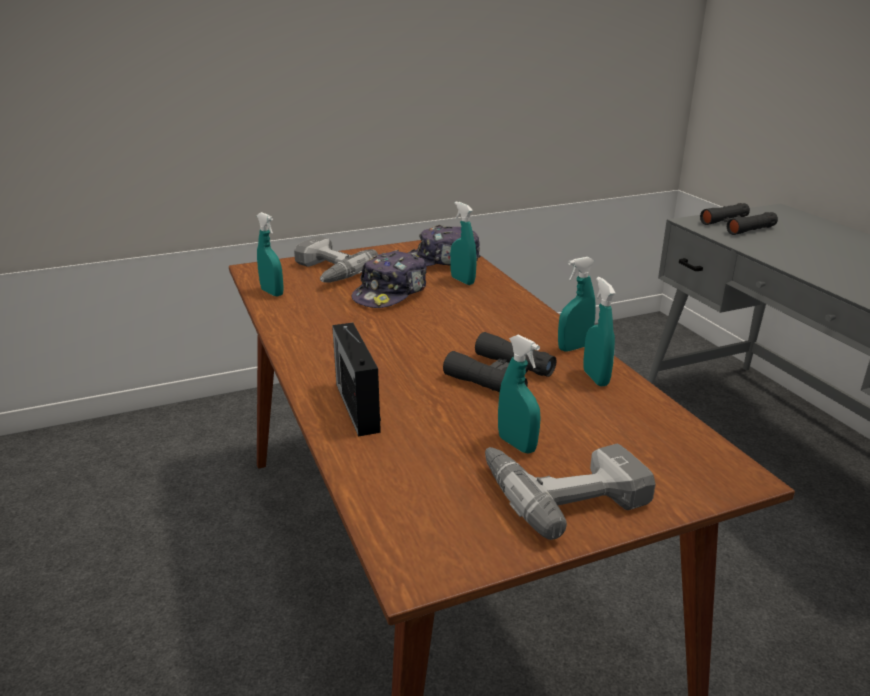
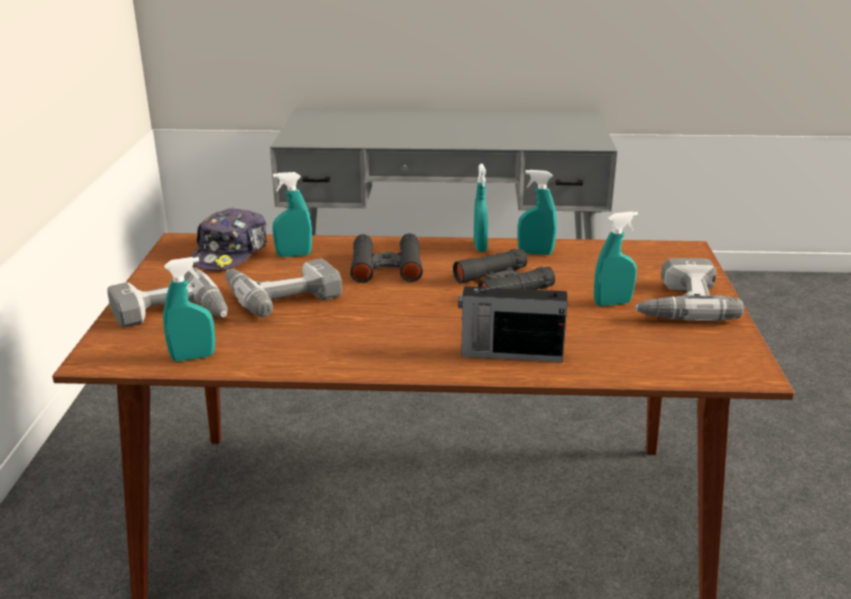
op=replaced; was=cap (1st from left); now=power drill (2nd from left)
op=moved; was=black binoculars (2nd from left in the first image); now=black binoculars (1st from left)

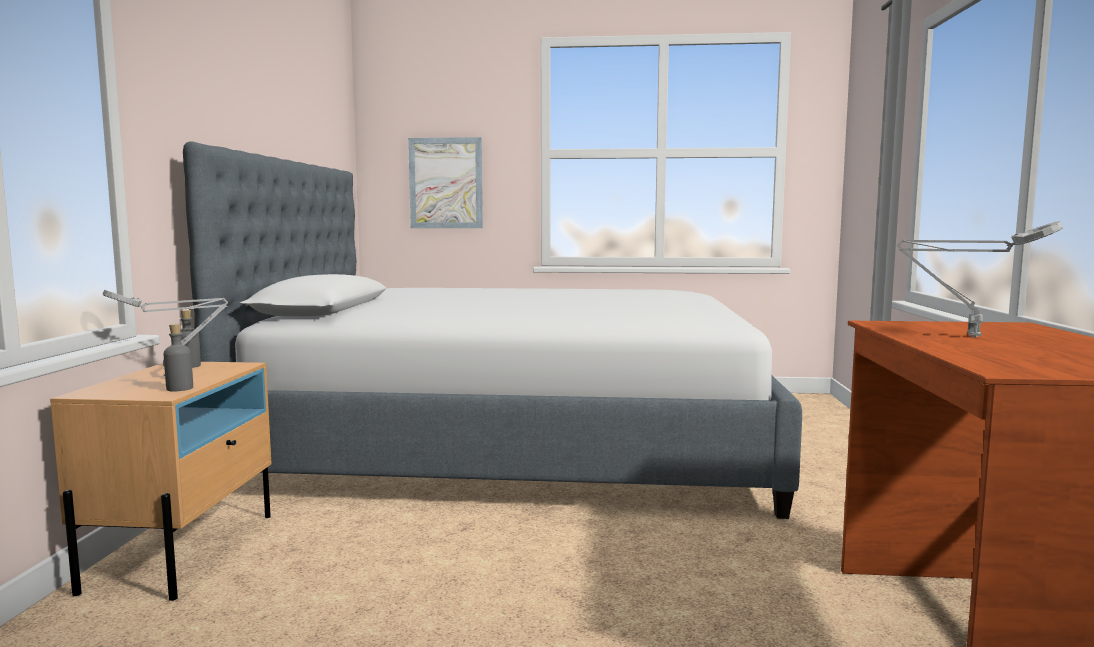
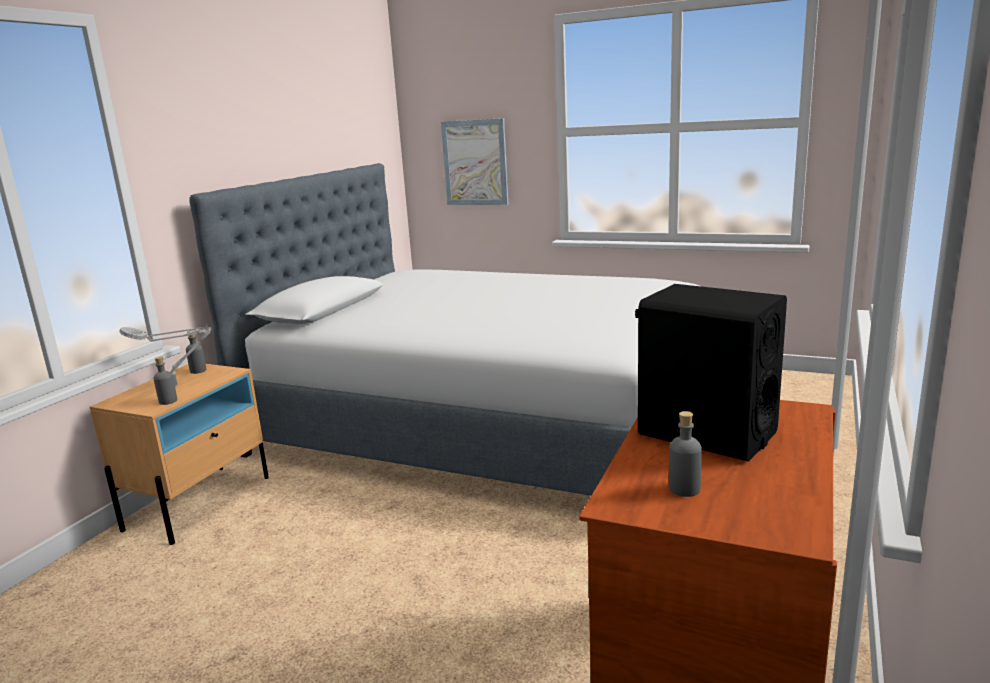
op=replaced; was=grey table lamp (2nd from left); now=black speaker
op=added; now=grey bottle (3rd from left)

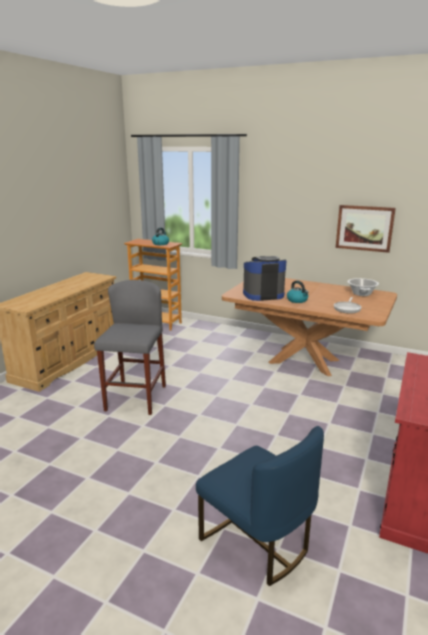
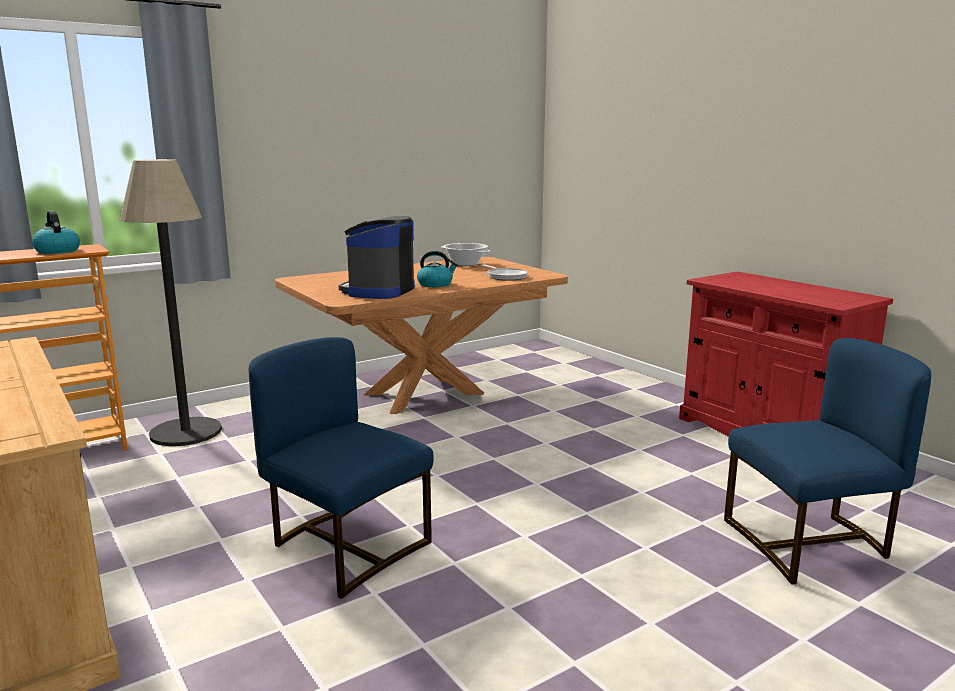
op=added; now=floor lamp
op=replaced; was=grey stool; now=blue chair (1st from left)
op=removed; was=picture

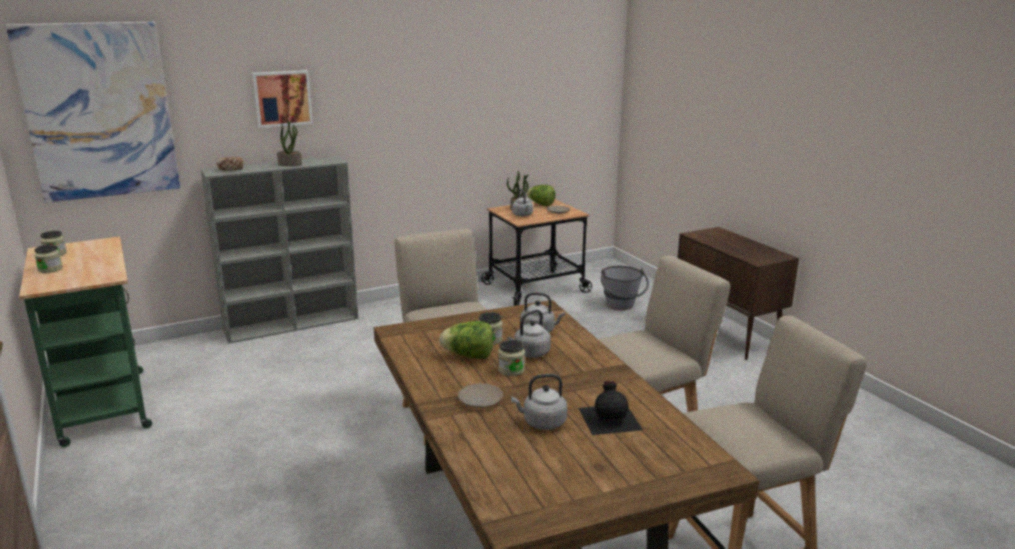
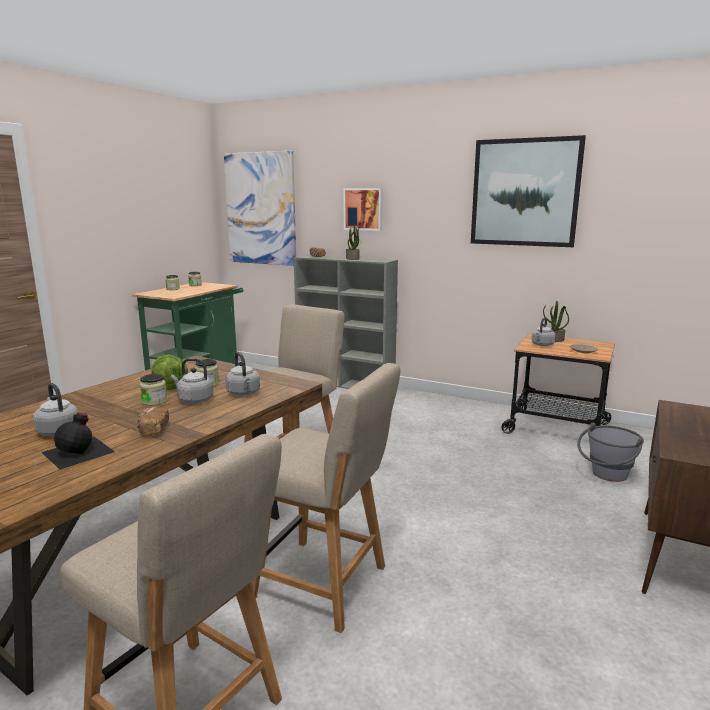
op=added; now=bread (1st from left)
op=added; now=picture (3rd from left)
op=removed; was=beige plate (1st from left)
op=removed; was=lettuce (2nd from left)

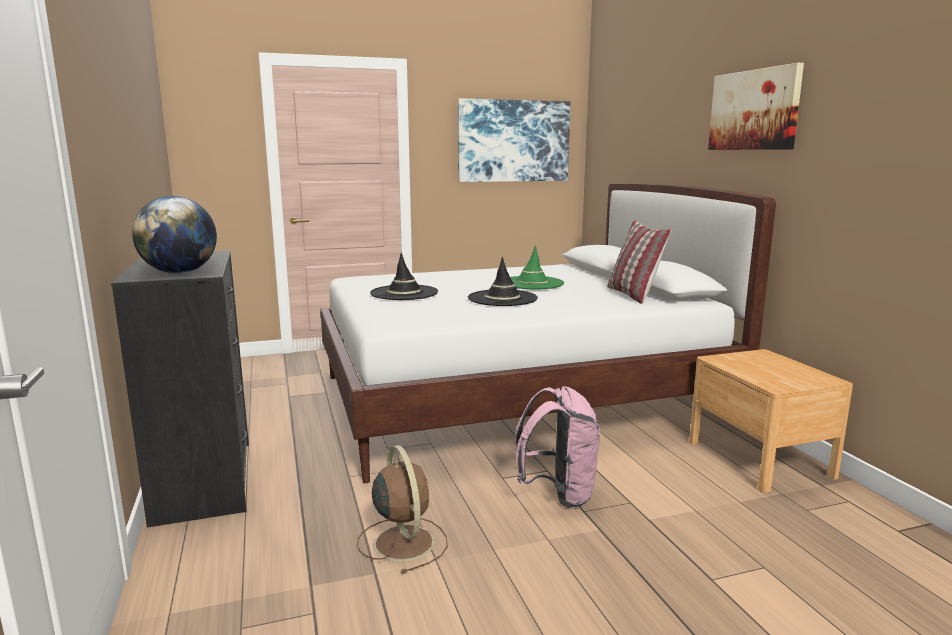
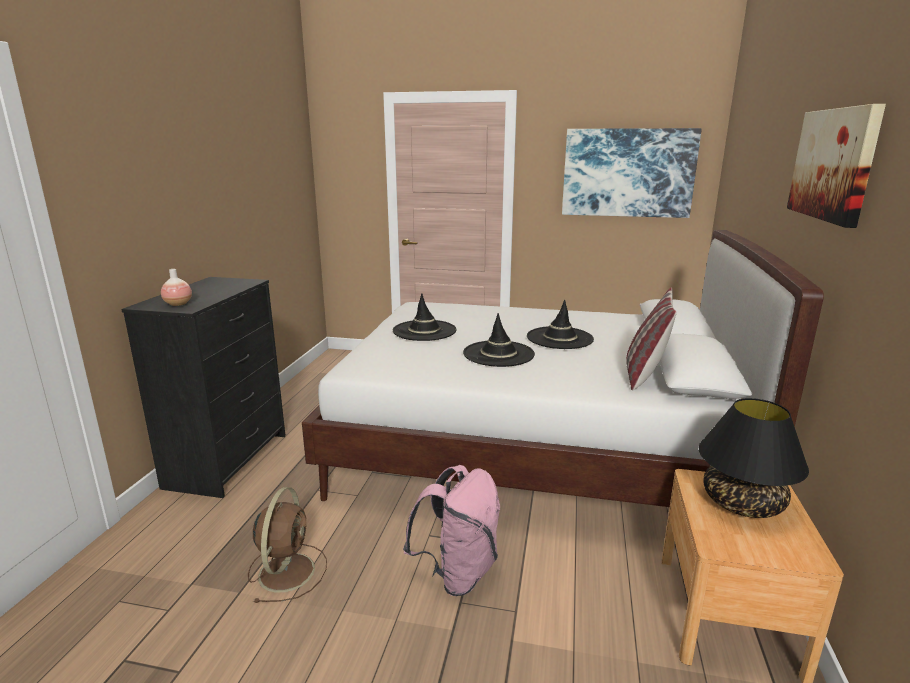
op=replaced; was=globe; now=vase
op=recoloured; was=green hat; now=black hat (3rd from left)
op=added; now=black table lamp

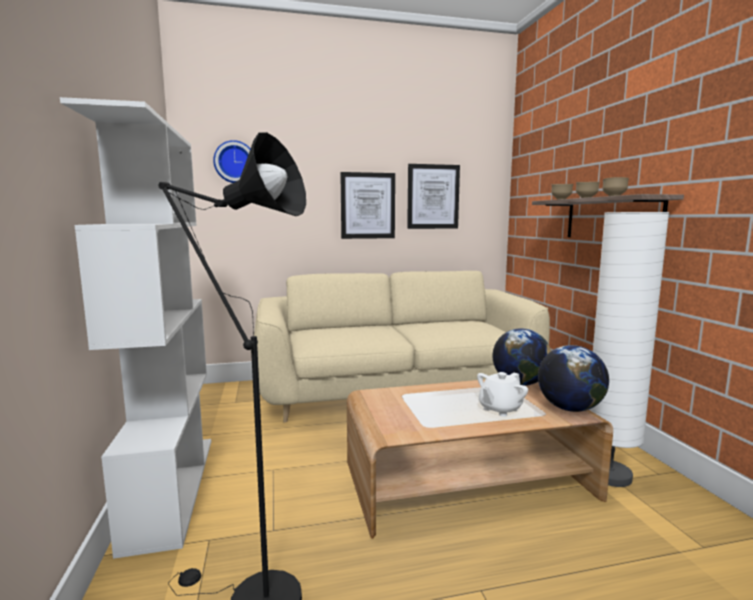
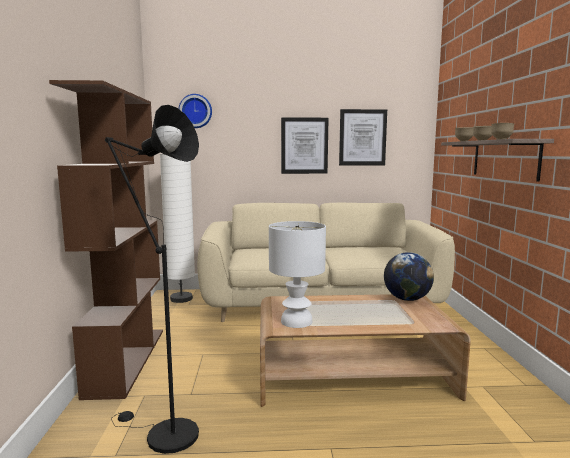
op=recoloured; was=white bookcase; now=brown bookcase
op=moved; was=white floor lamp
op=added; now=white table lamp
op=removed; was=white teapot
op=removed; was=globe (2nd from left)

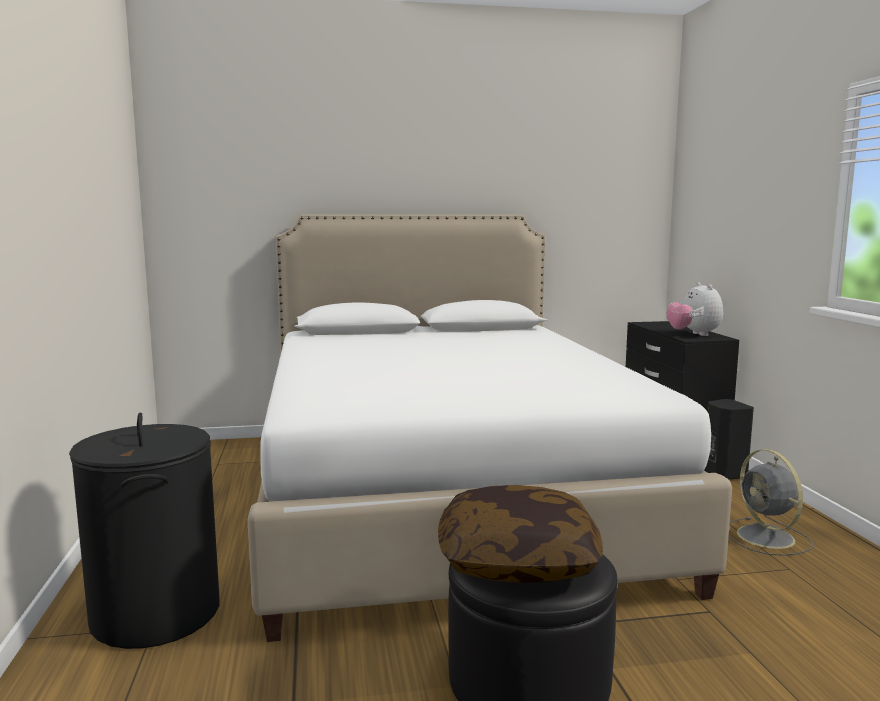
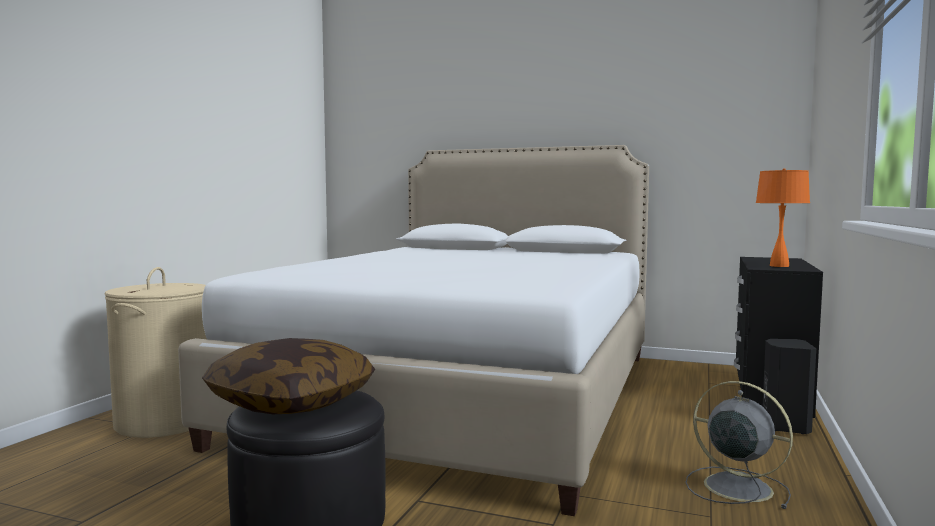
op=recoloured; was=black laundry basket; now=beige laundry basket
op=turned; was=grey fan; clockwise=120
op=replaced; was=plush toy; now=orange table lamp

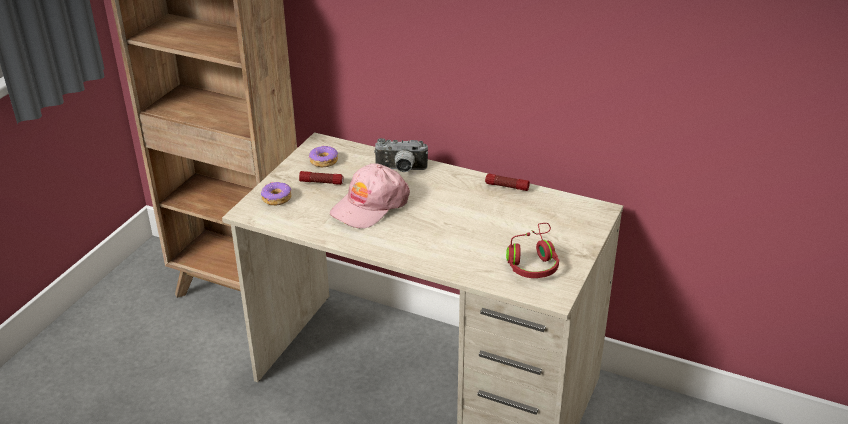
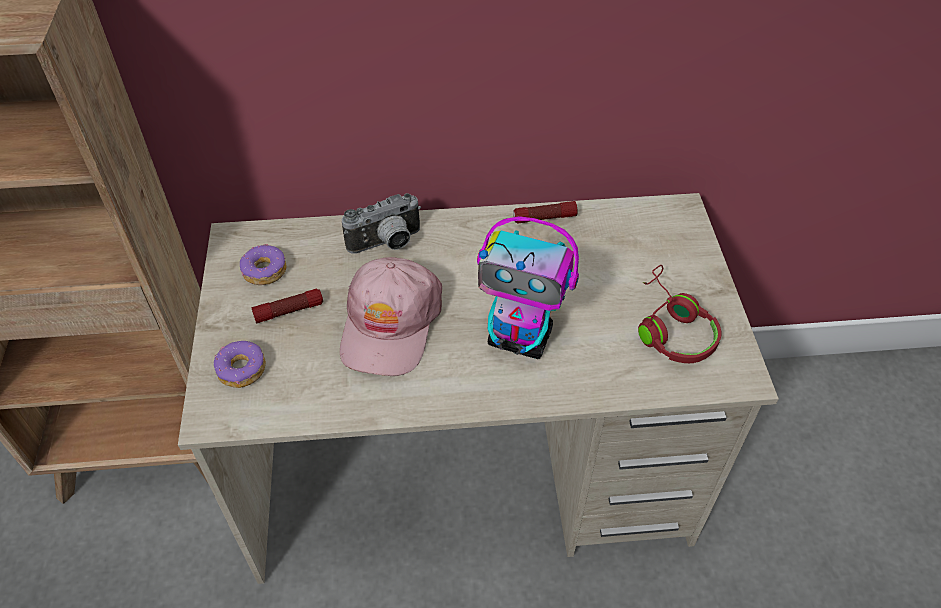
op=added; now=toy robot

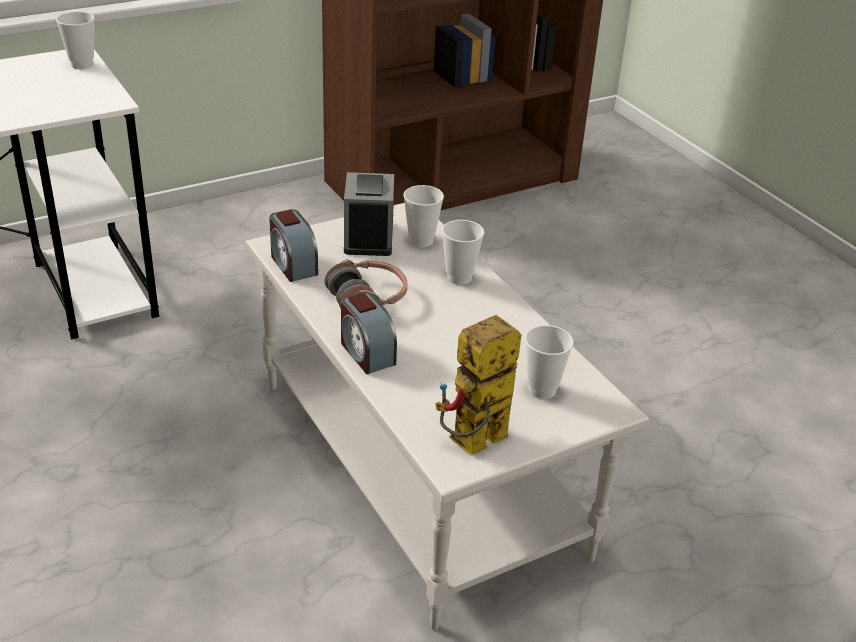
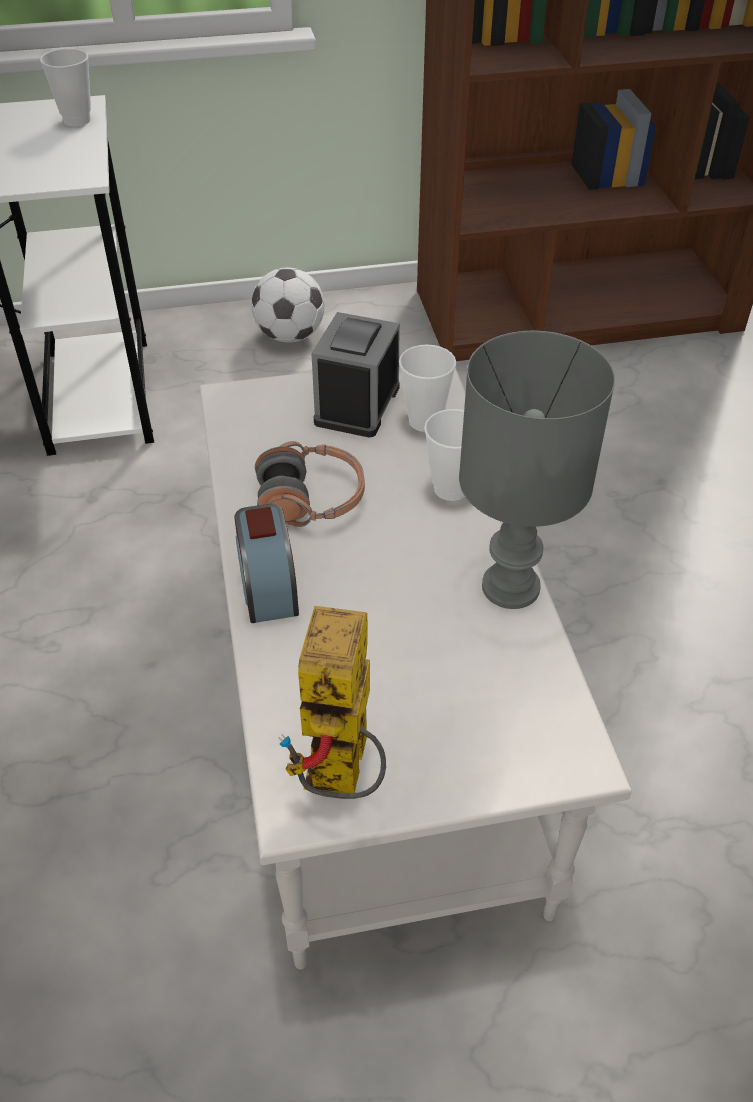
op=added; now=football
op=turned; was=toy robot; clockwise=-60
op=added; now=grey table lamp
op=removed; was=alarm clock (1st from left)
op=removed; was=cup (4th from left)

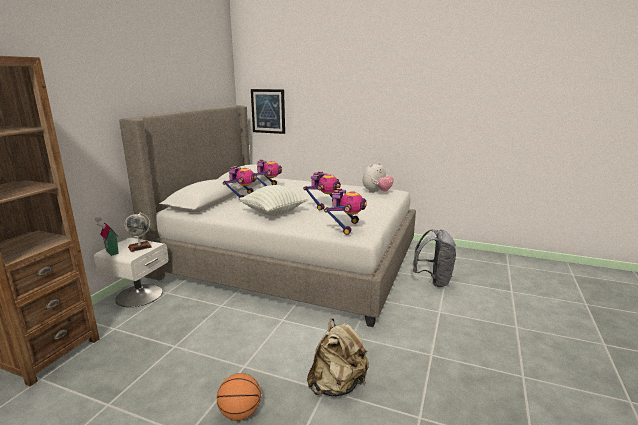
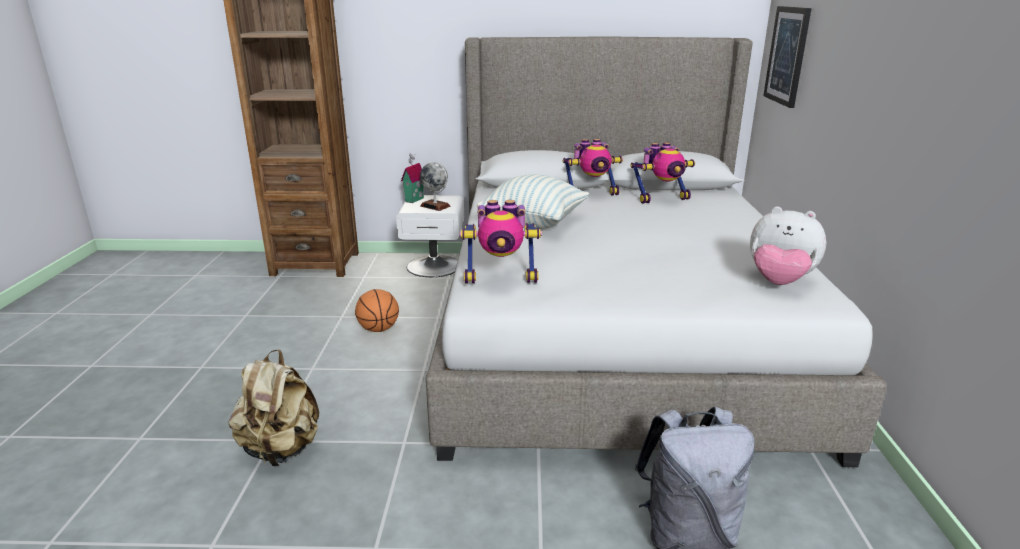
op=moved; was=basketball
op=removed; was=toy robot (3rd from left)

